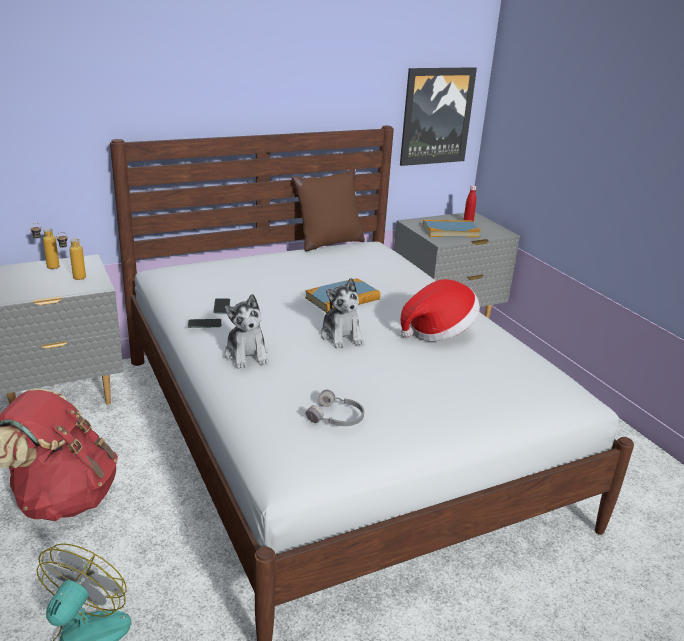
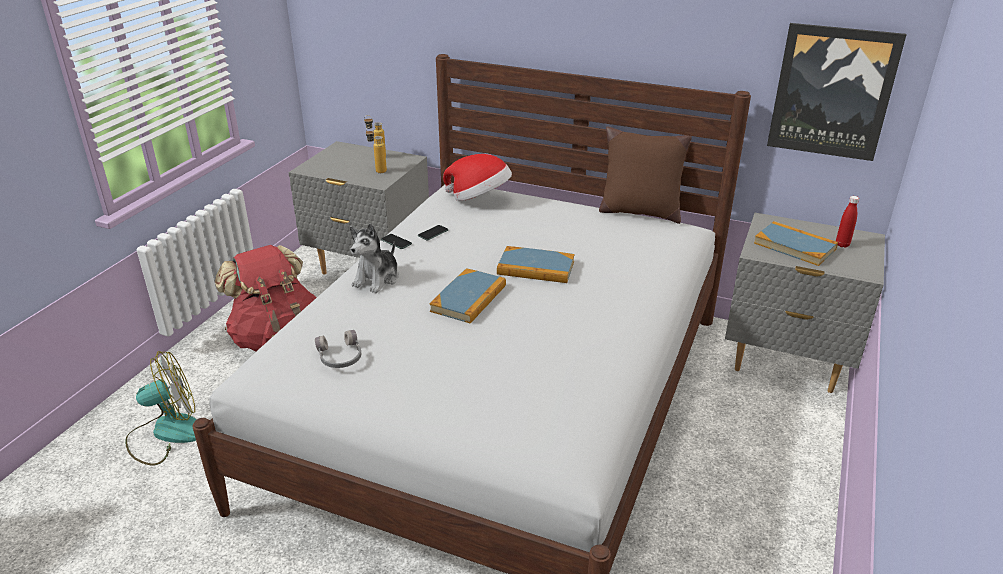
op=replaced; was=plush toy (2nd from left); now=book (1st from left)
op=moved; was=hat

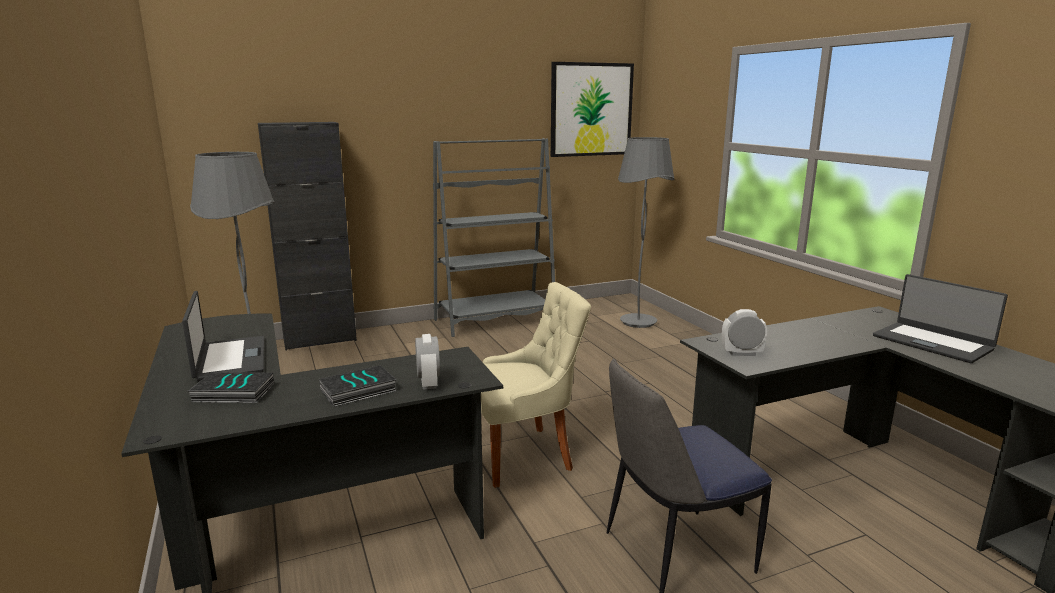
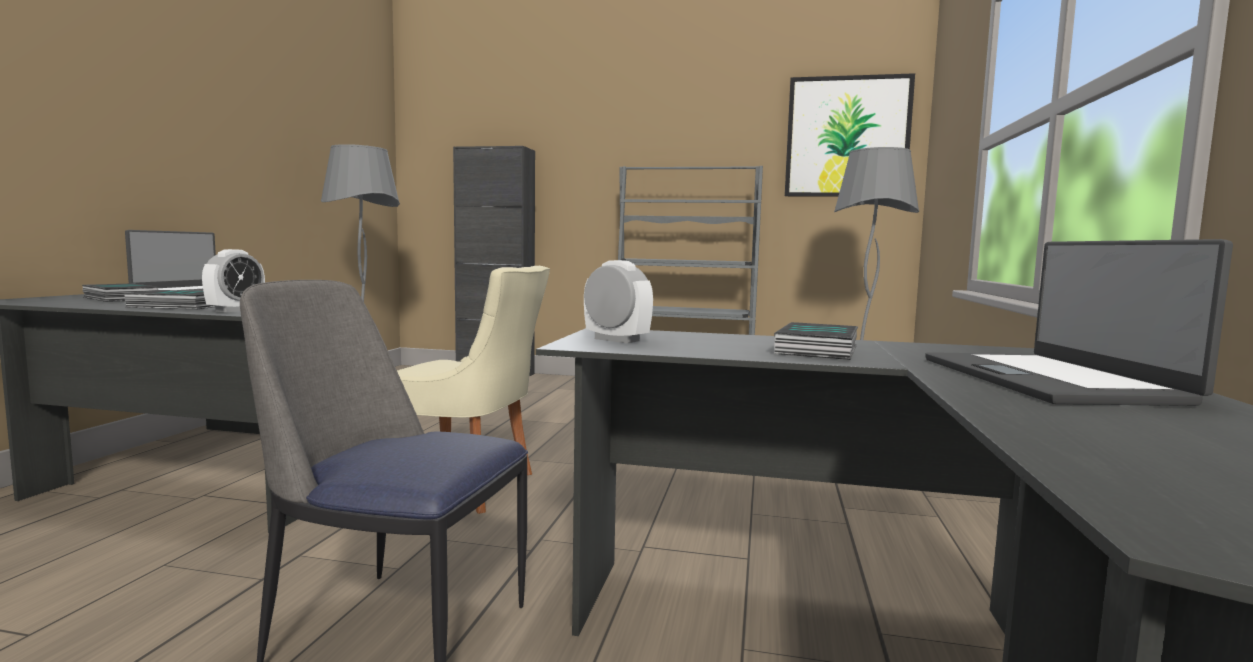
op=added; now=book (3rd from left)

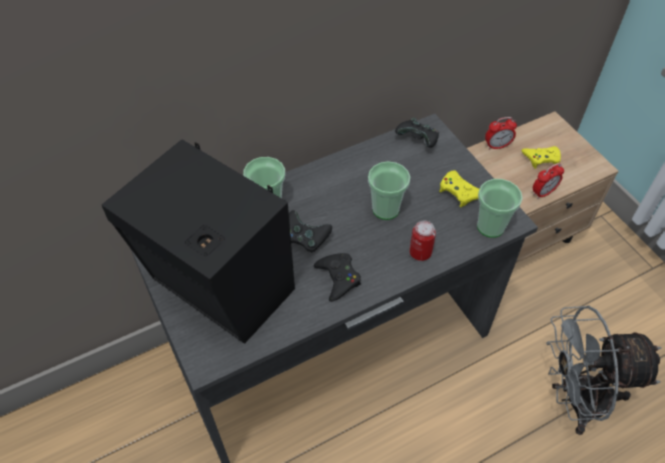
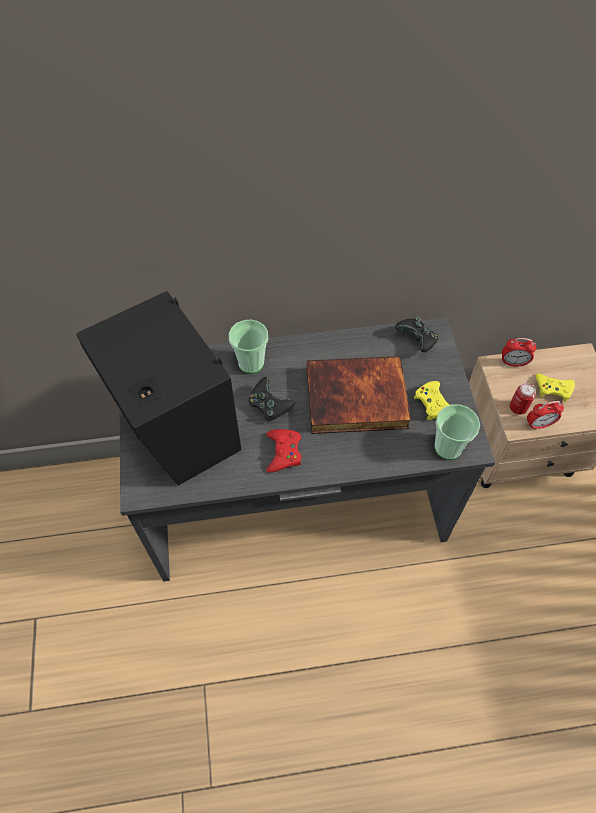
op=recoloured; was=black game controller (2nd from left); now=red game controller
op=replaced; was=cup (2nd from left); now=book
op=moved; was=can
op=removed; was=grey fan

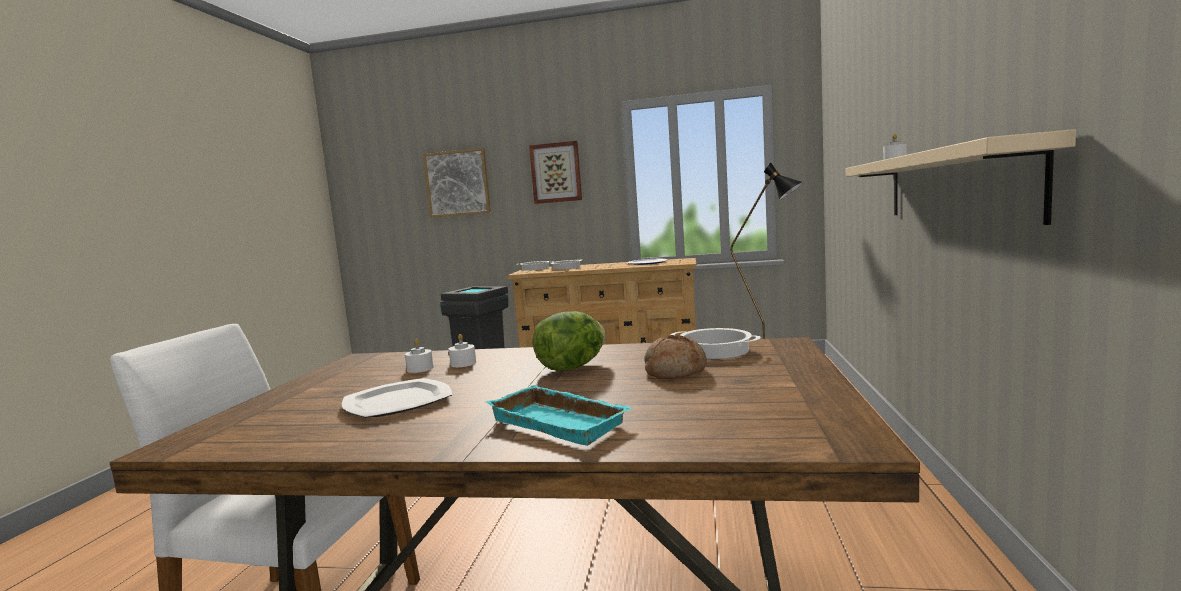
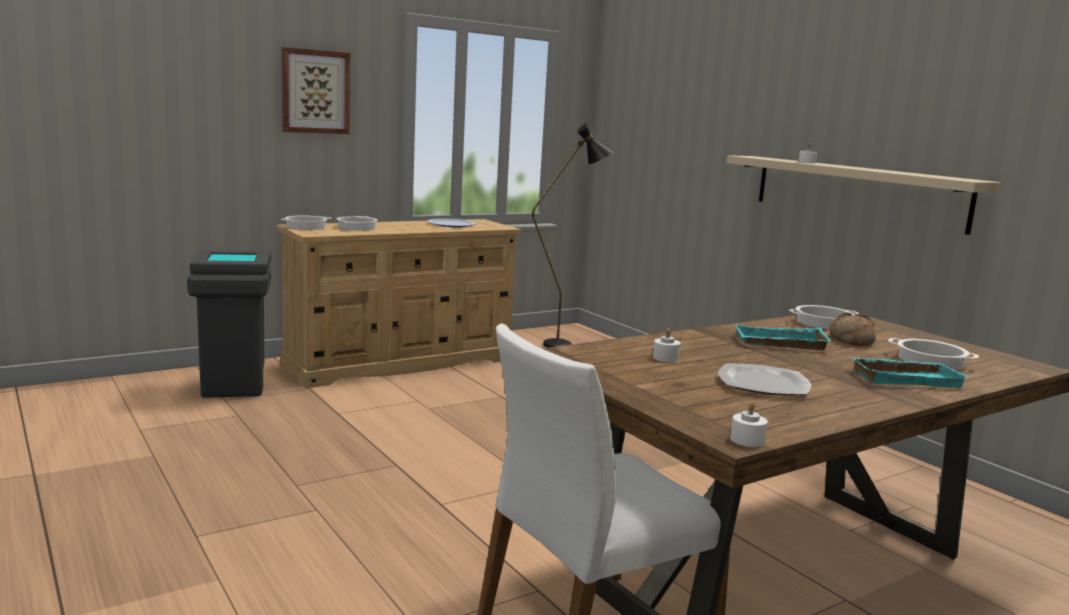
op=moved; was=white candle (2nd from left)
op=replaced; was=lettuce; now=turquoise tray (1st from left)
op=added; now=cooking pot (4th from left)
op=removed; was=picture (1st from left)

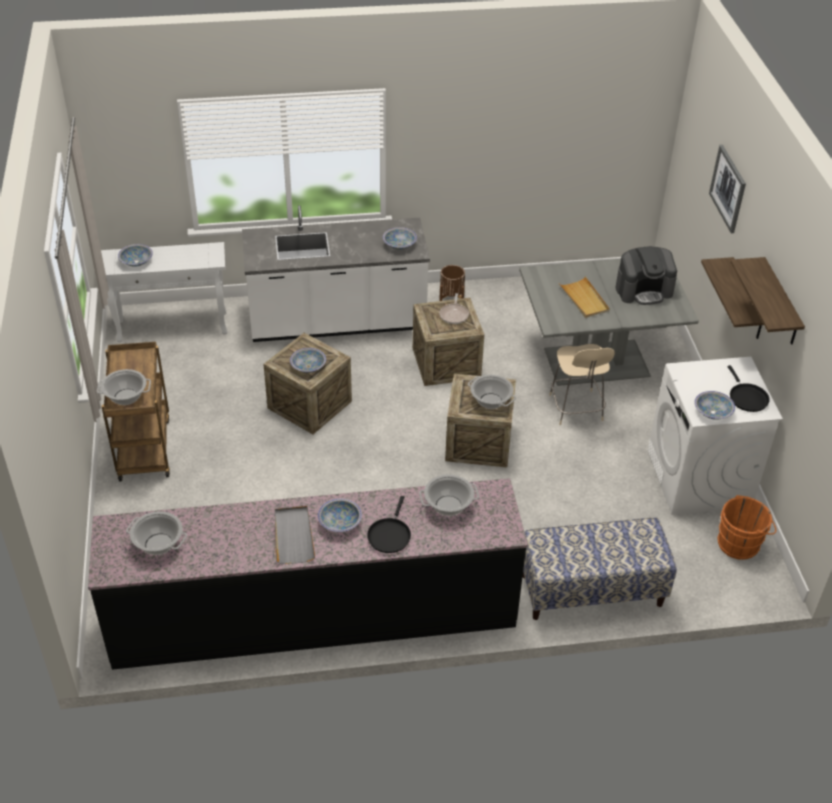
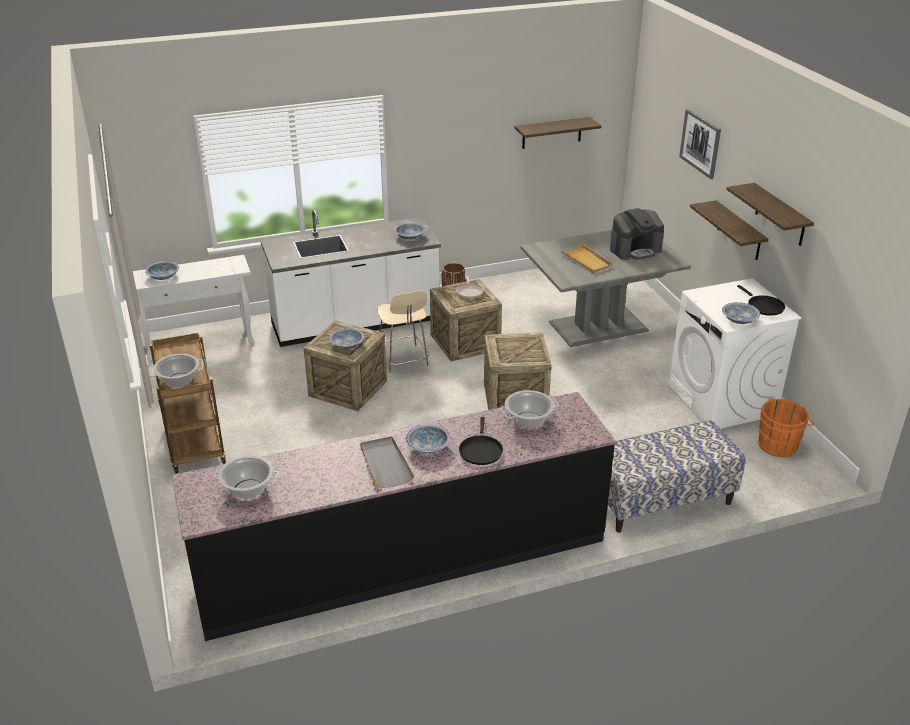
op=moved; was=beige chair
op=added; now=shelf (1st from left)
op=removed; was=cooking pot (4th from left)

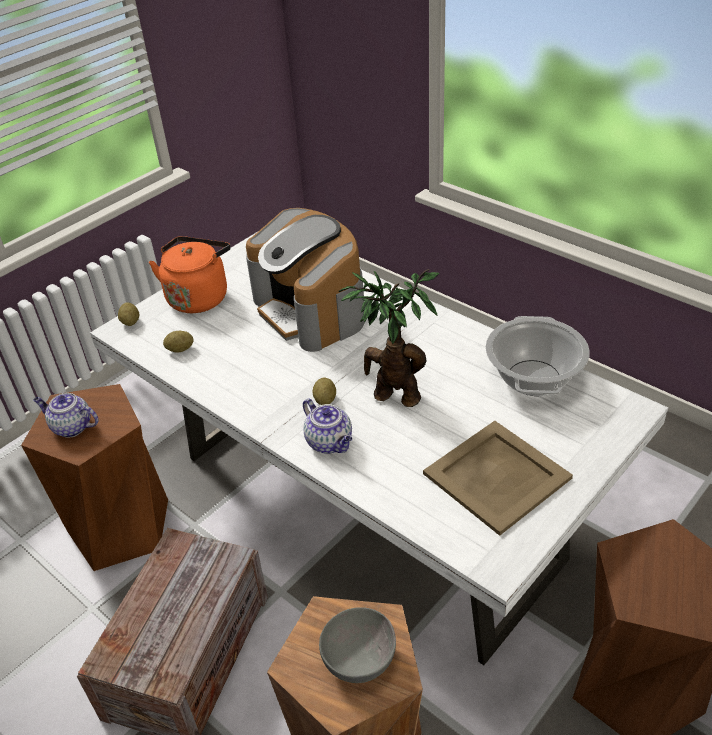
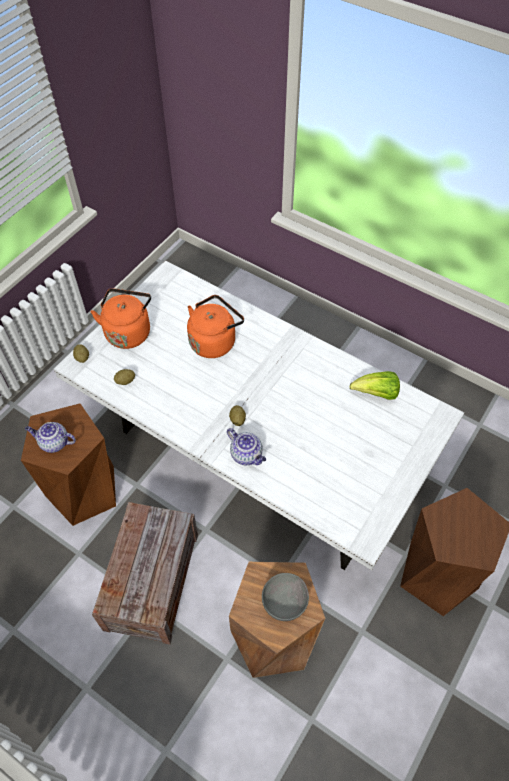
op=replaced; was=coffee machine; now=orange kettle (2nd from left)
op=replaced; was=cooking pot; now=lettuce
op=removed; was=potted plant
op=removed; was=beige tray

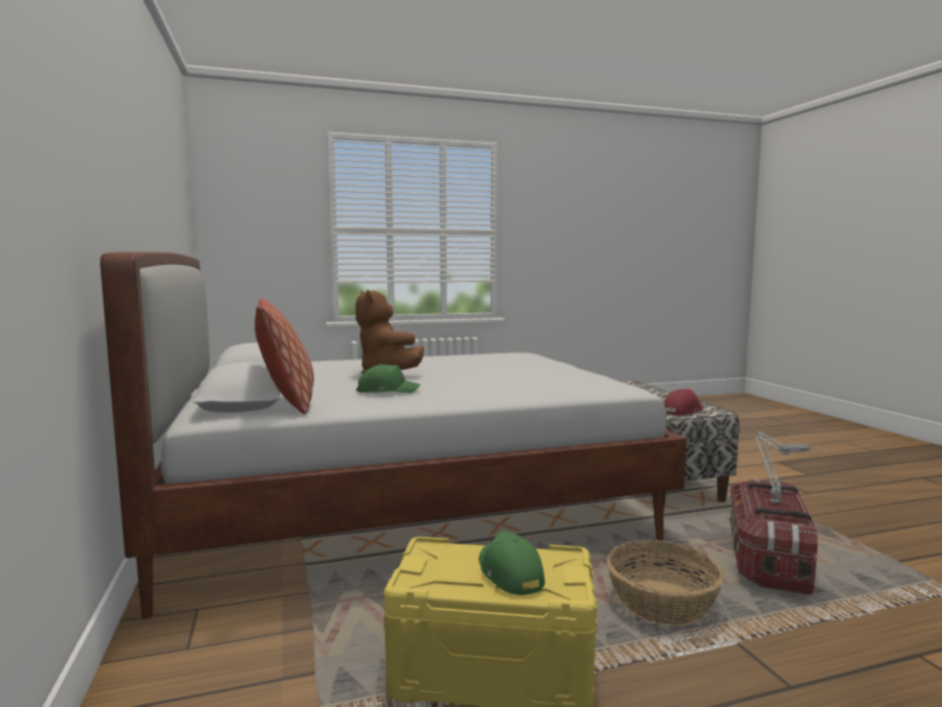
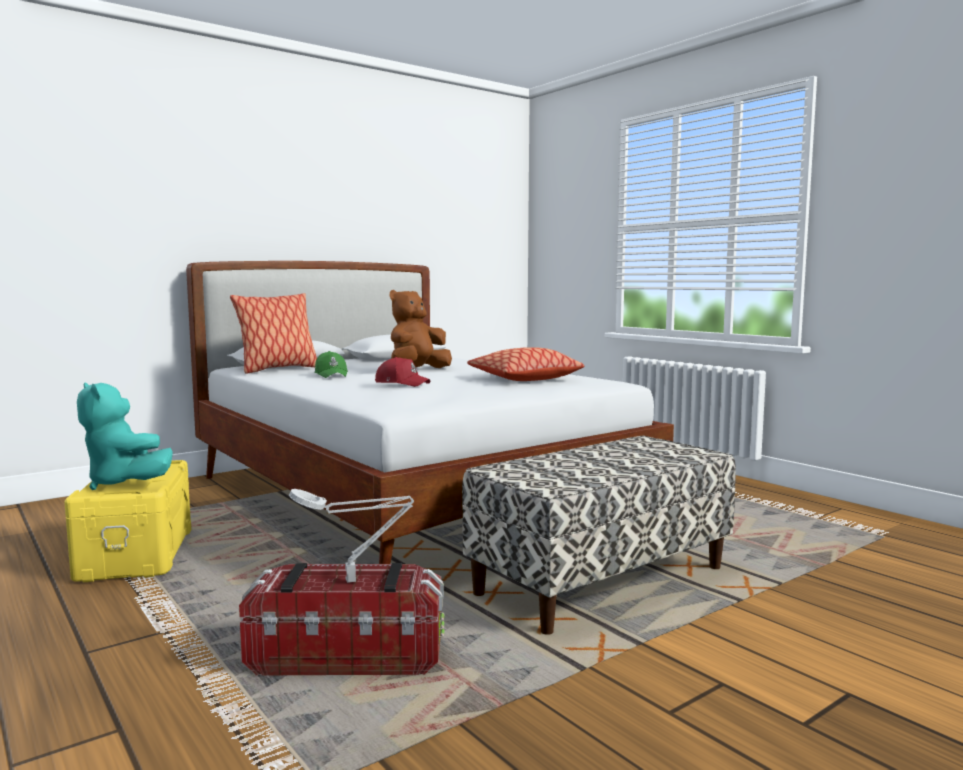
op=replaced; was=green cap (2nd from left); now=turquoise plush toy
op=moved; was=red cap
op=added; now=pillow (2nd from left)
op=removed; was=basket

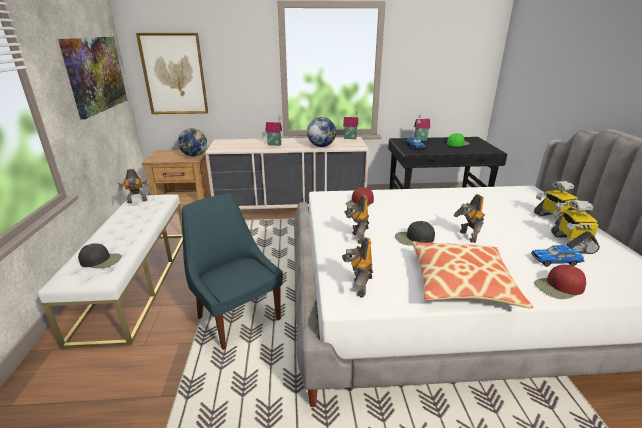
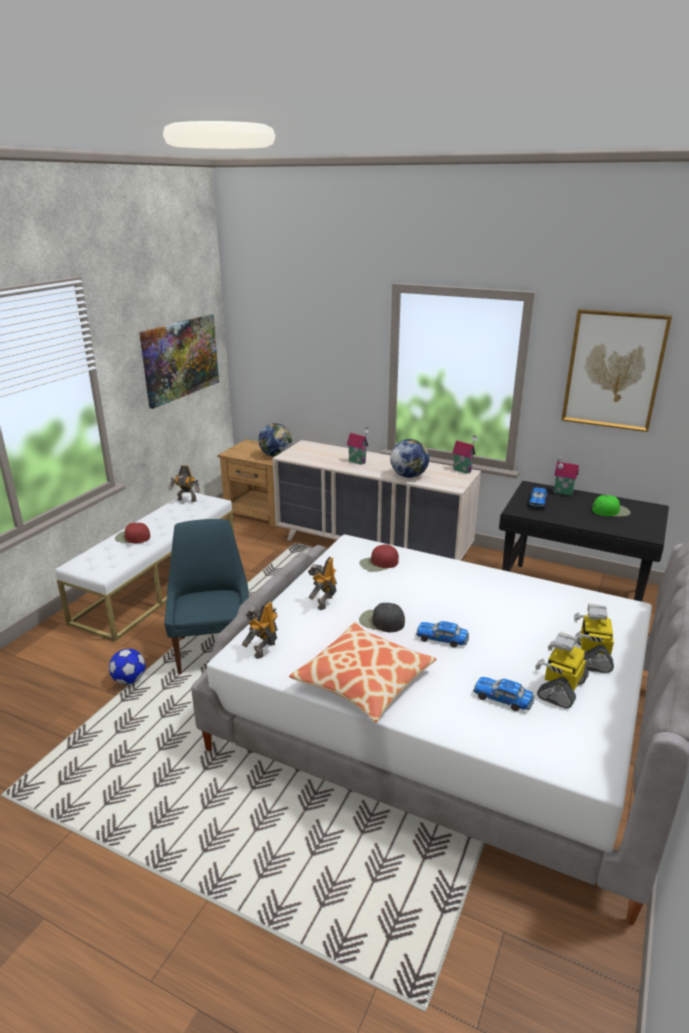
op=added; now=football
op=moved; was=red cap (2nd from left in the first image); now=red cap (1st from left)
op=replaced; was=toy robot (4th from left); now=toy car (1st from left)
op=moved; was=picture (2nd from left)
op=removed; was=black cap (1st from left)

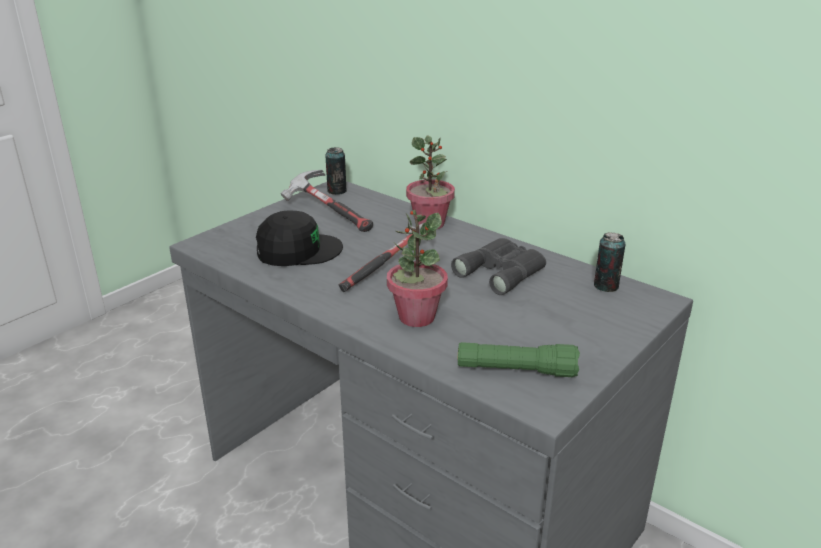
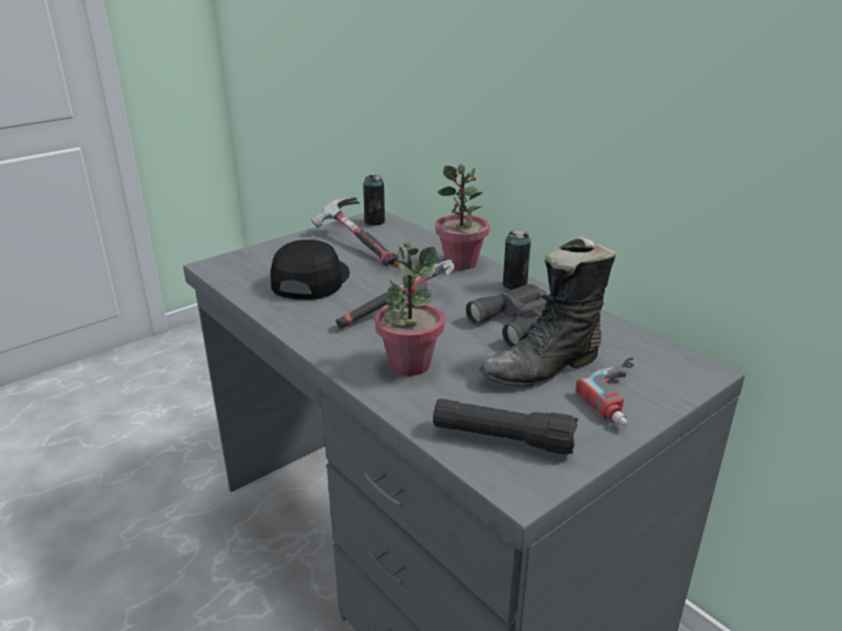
op=turned; was=black cap; clockwise=-75
op=recoloured; was=green flashlight; now=black flashlight
op=added; now=black boot
op=moved; was=can (2nd from left)
op=added; now=power drill

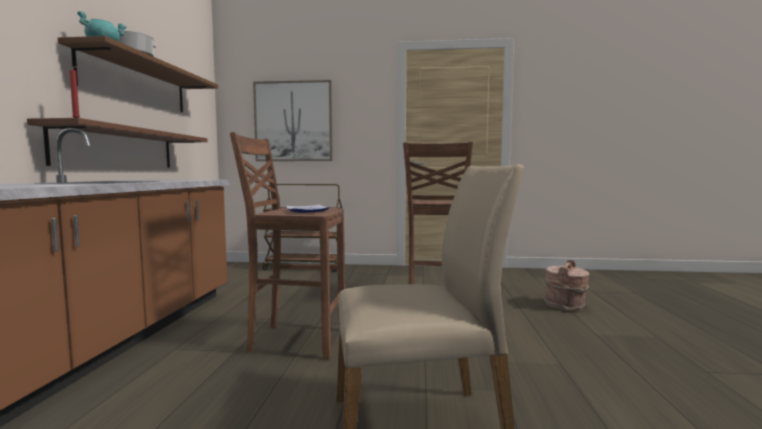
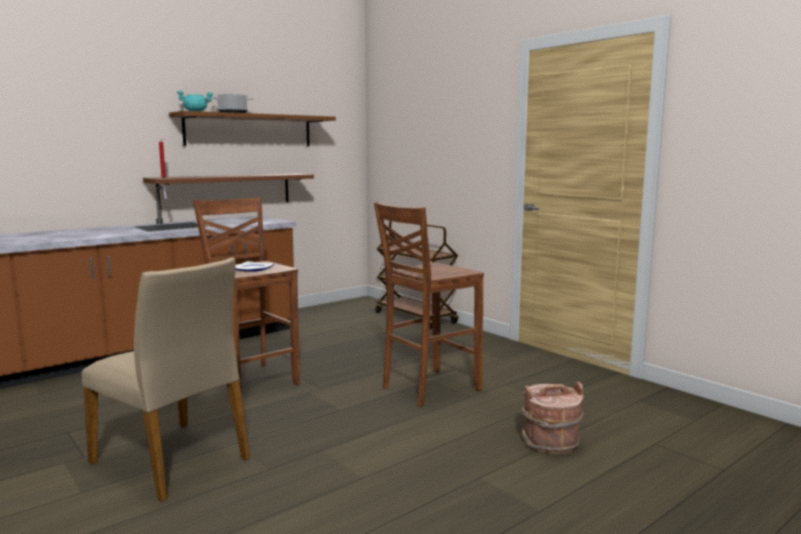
op=removed; was=picture

